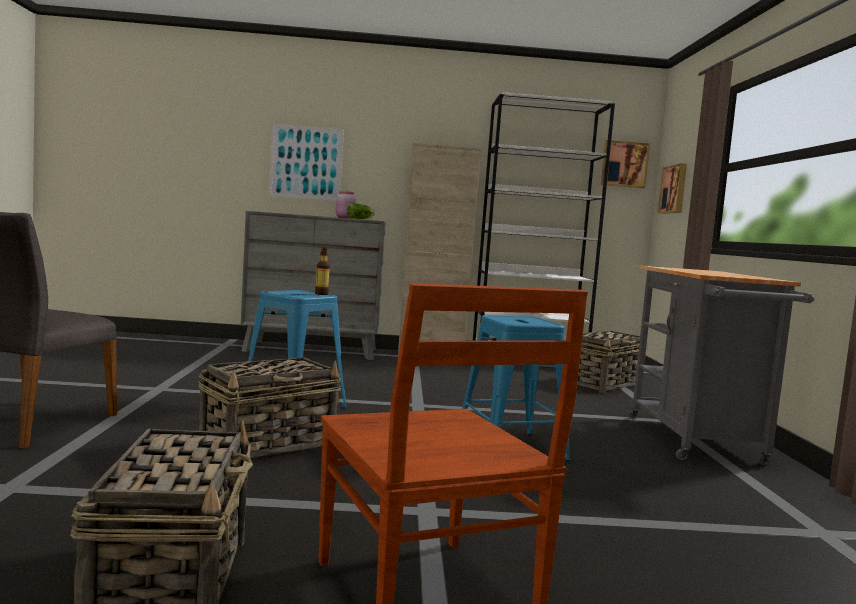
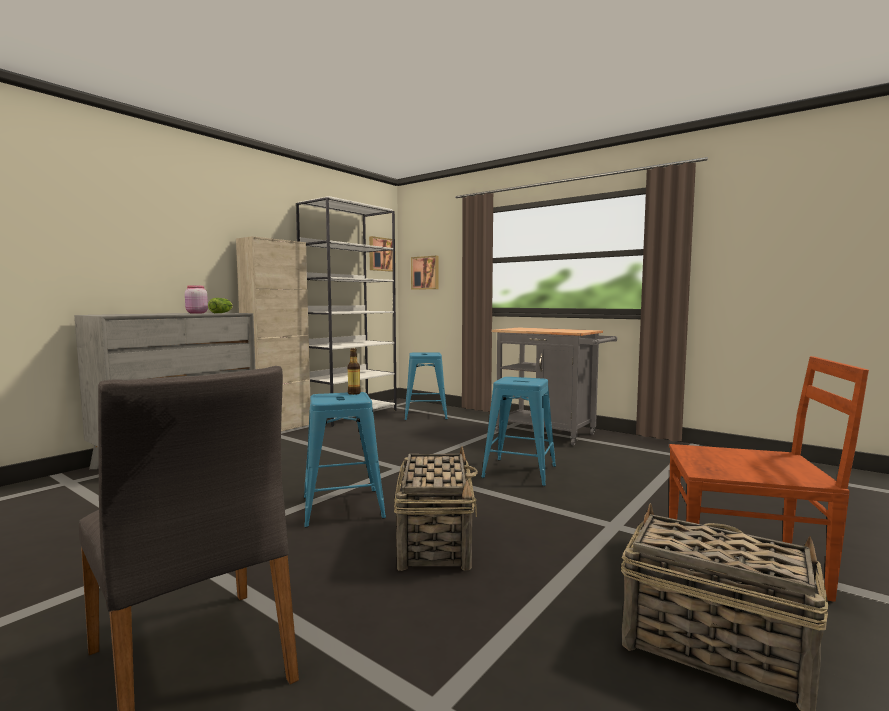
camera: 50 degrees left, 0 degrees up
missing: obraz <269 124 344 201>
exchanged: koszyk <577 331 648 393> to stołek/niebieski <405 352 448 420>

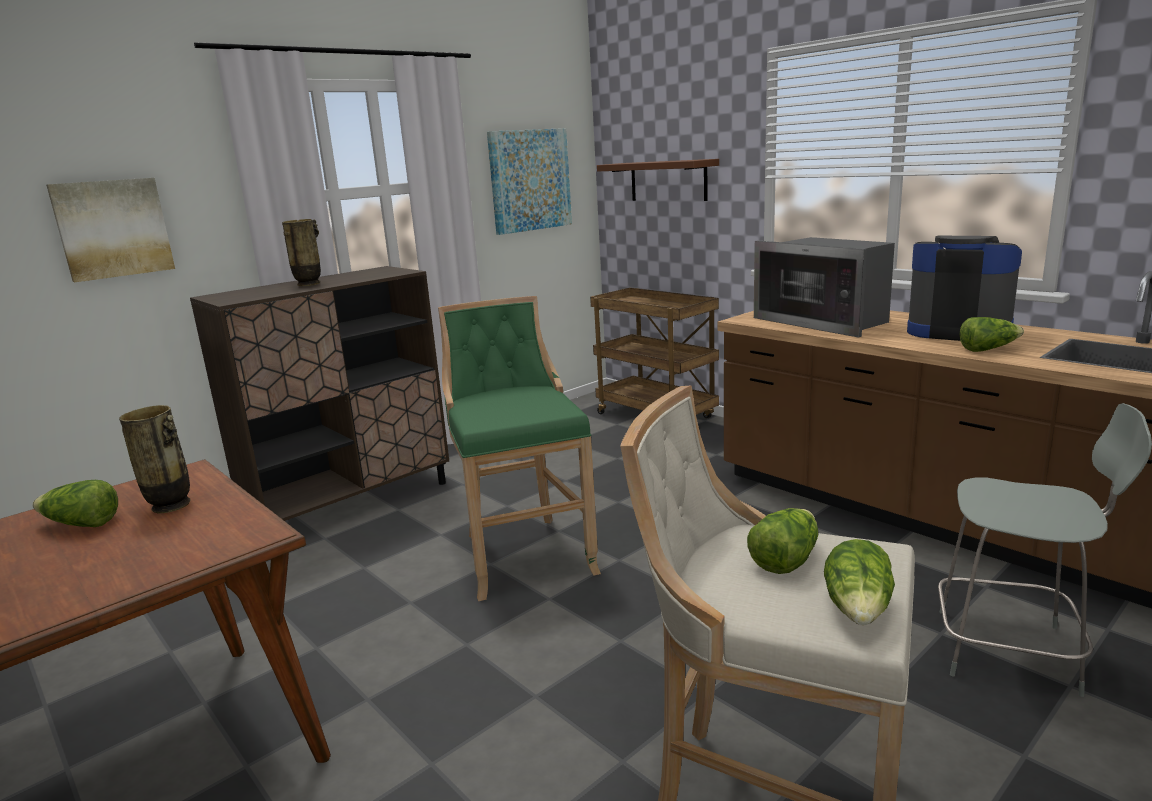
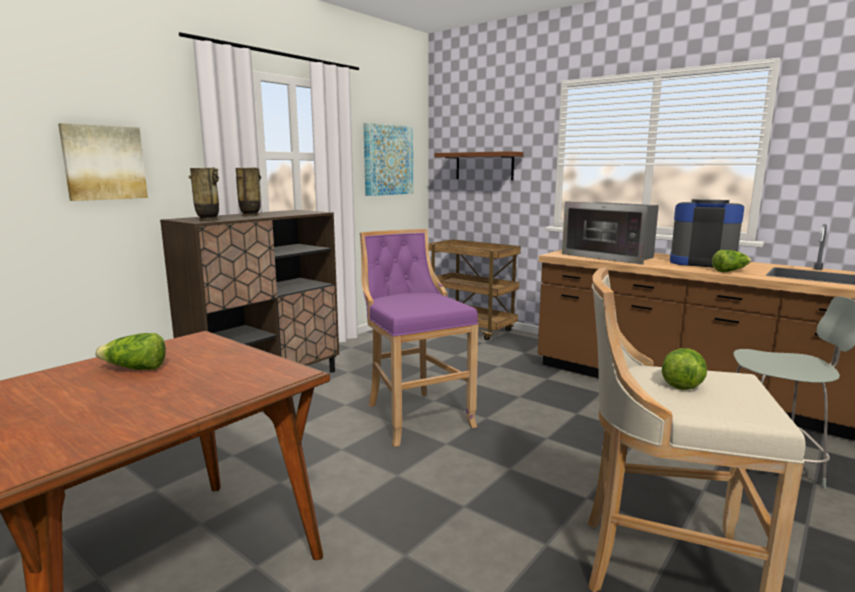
camera: 10 degrees left, 5 degrees down
missing: sałata <824 539 895 625>
relocated: wazon <119 405 191 513> to <189 168 219 221>
colour: stołek/zielony <438 296 601 601> to stołek/fioletowy <360 229 479 447>

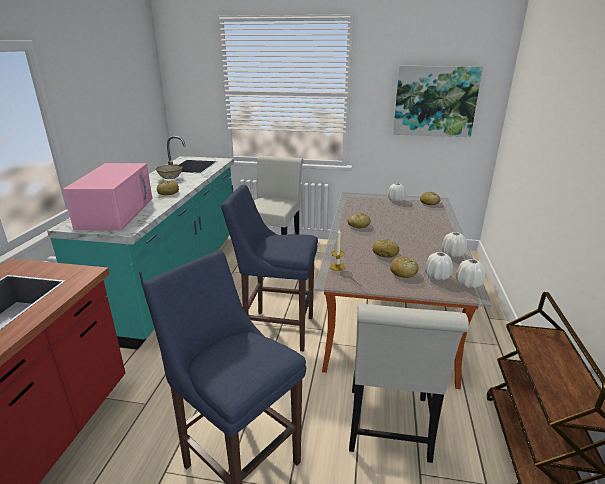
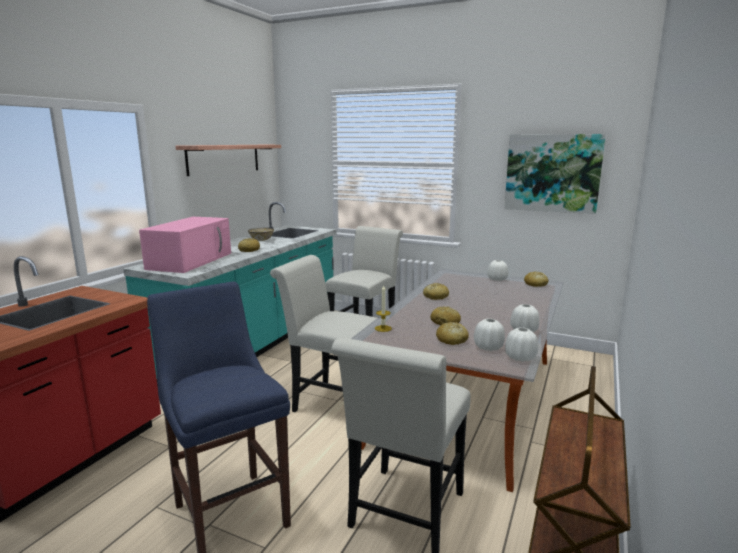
camera: 15 degrees right, 10 degrees down
appeared: półka <176 145 281 176>
exchanged: stołek/niebieski <221 185 318 352> to krzesło/biały <270 255 377 412>

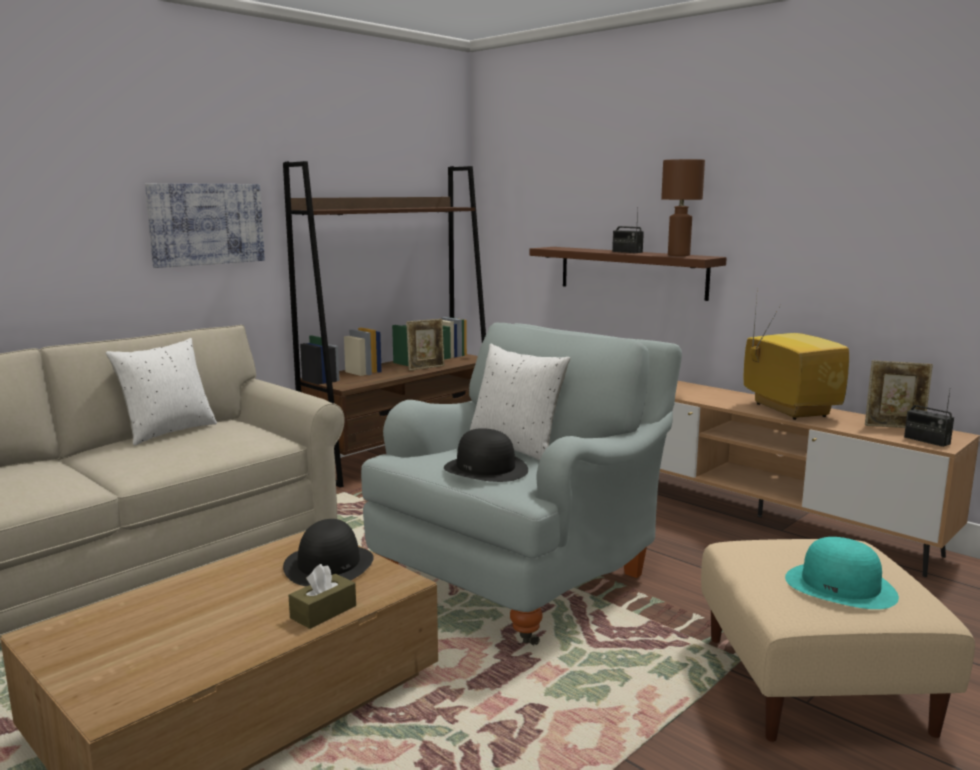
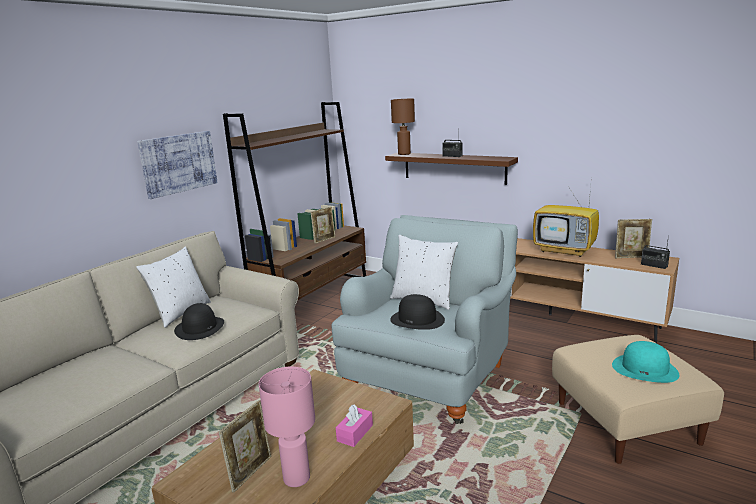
camera: 10 degrees left, 5 degrees up
appeared: lampa stołowa/różowy <259 367 315 487>; ramka na zdjęcie <219 400 271 493>
relocated: lampa stołowa/brązowy <661 159 705 256> to <391 99 415 155>; kapelusz/czarny <283 519 374 586> to <174 303 224 340>
colour: pudełko chusteczek/brązowy <288 564 356 629> to pudełko chusteczek/różowy <336 404 373 447>
spun: telewizor <744 286 849 420> = <533 183 599 257> 150 degrees clockwise

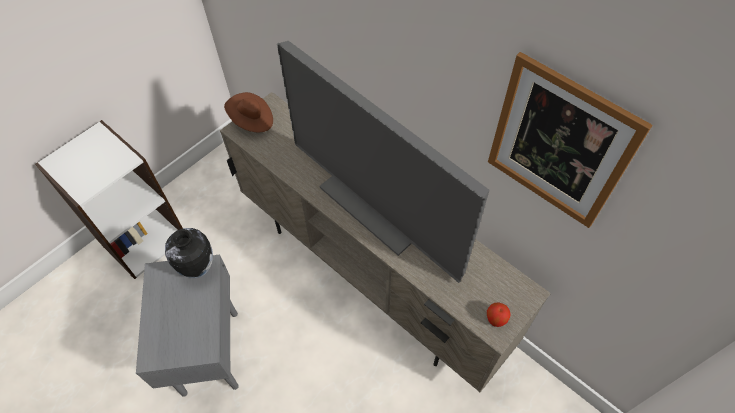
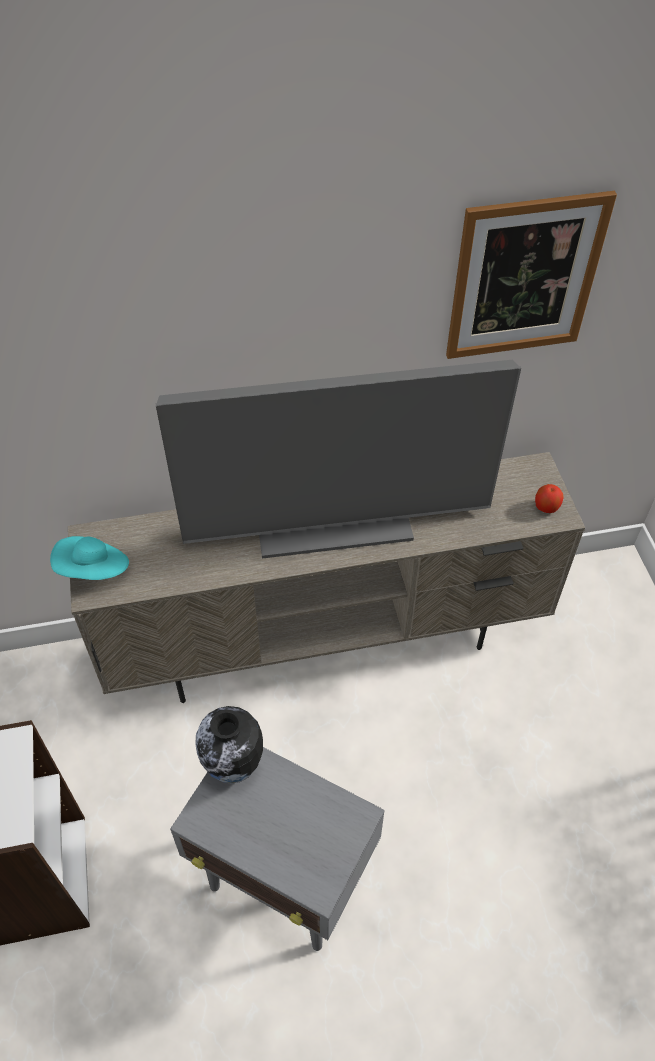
camera: 55 degrees left, 5 degrees down
colour: kapelusz/brązowy <224 92 273 132> to kapelusz/turkusowy <50 536 129 580>

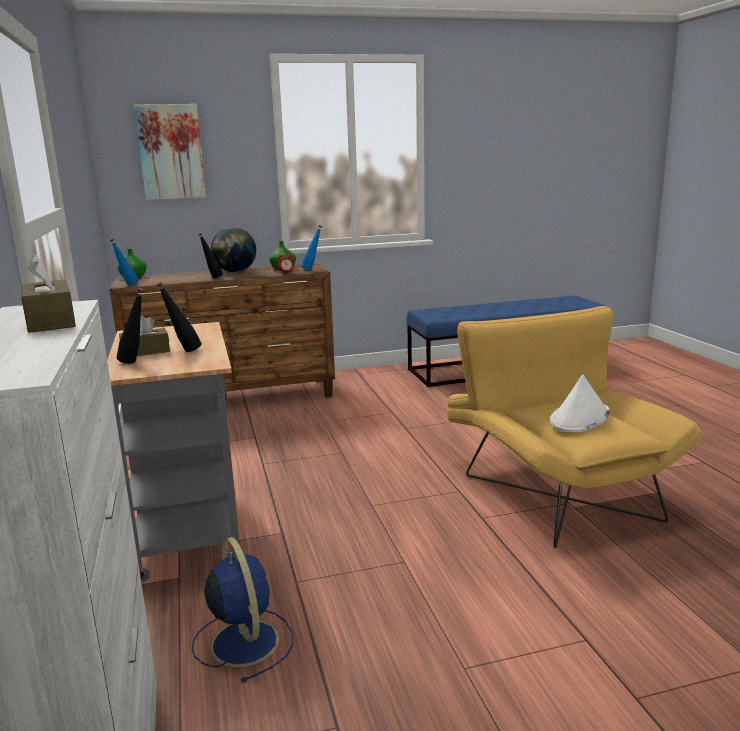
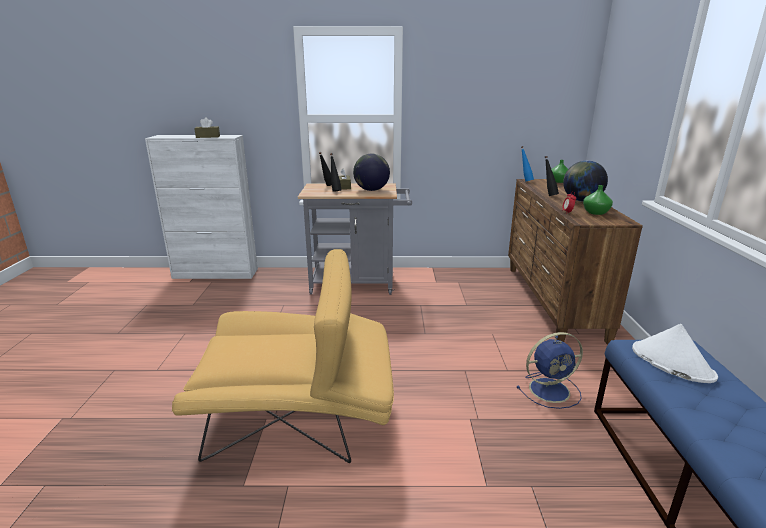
camera: 105 degrees right, 5 degrees up
missing: obraz <134 104 206 200>; butelka/niebieski <301 225 322 271>
appeared: globus <353 154 390 191>
relocated: kapelusz/biały <550 375 610 432> to <632 324 718 383>; wentylator/niebieski <192 537 293 683> to <517 332 583 409>

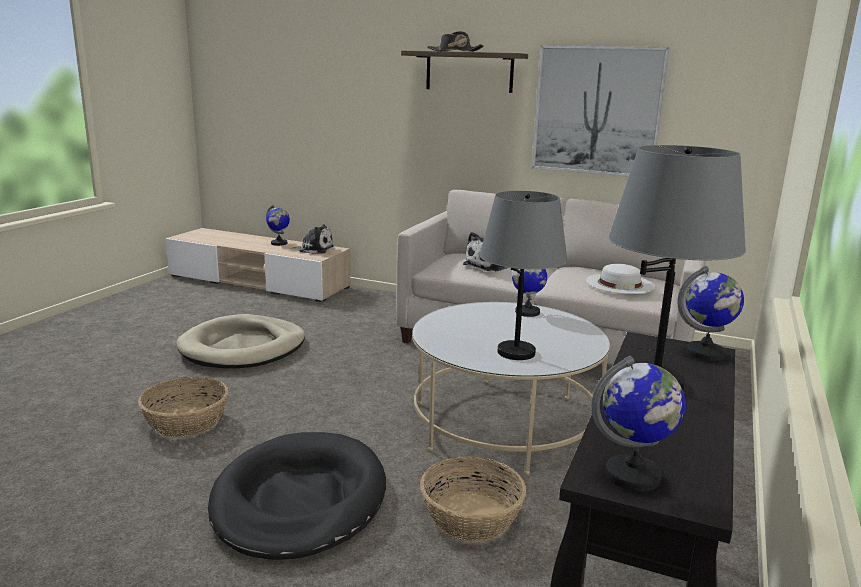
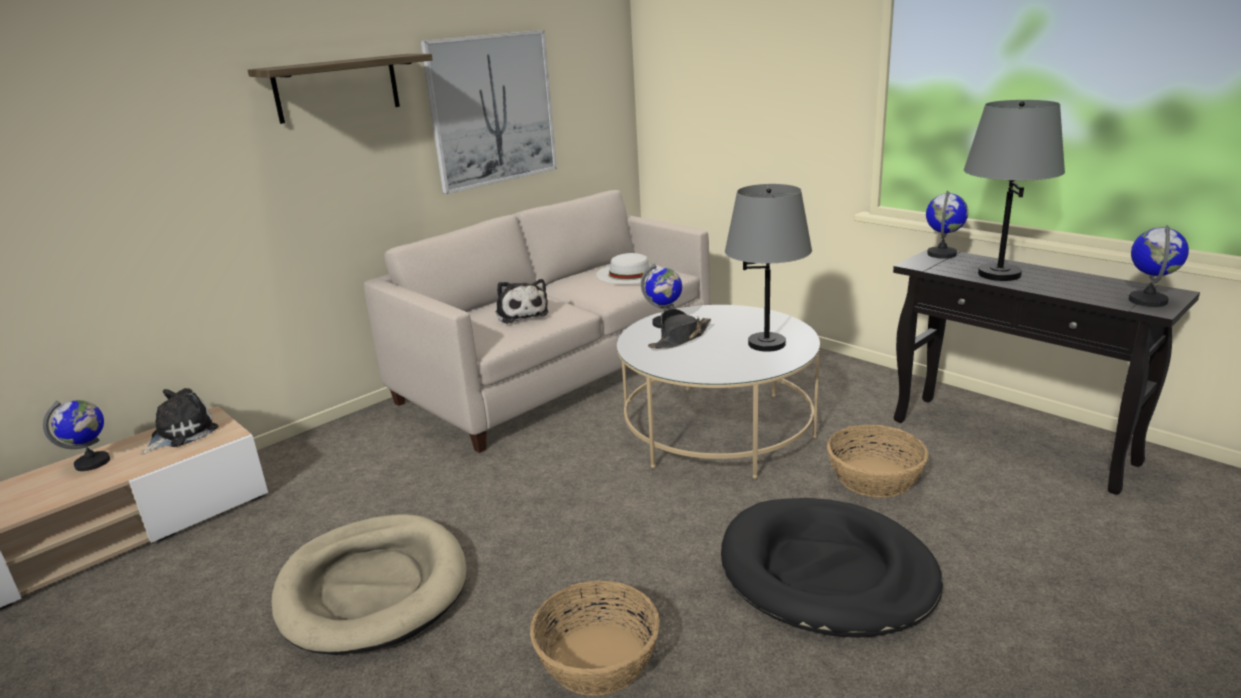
camera: 65 degrees left, 5 degrees up
relocated: kapelusz/czarny <428 31 484 52> to <648 309 711 348>

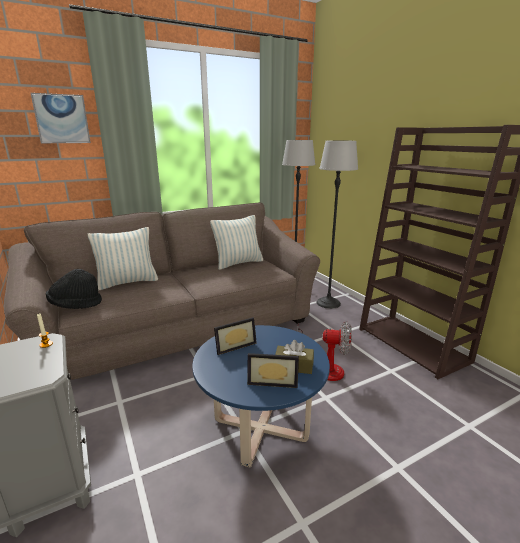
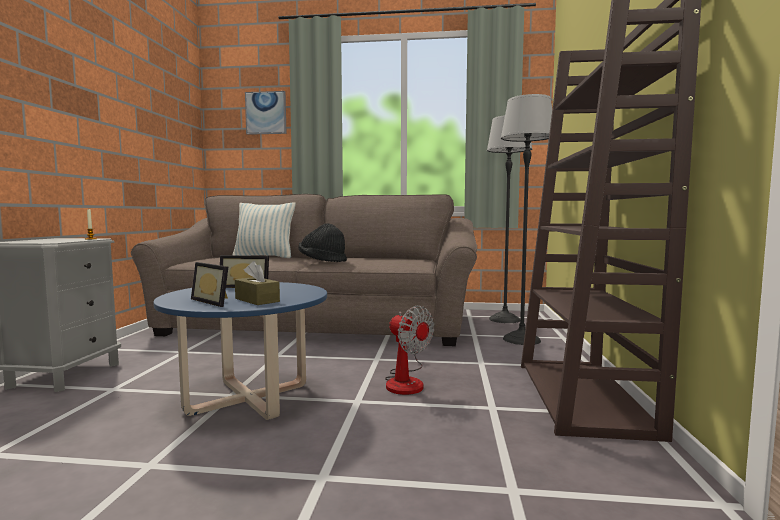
camera: 35 degrees right, 15 degrees down
missing: poduszka <210 215 263 270>
relocated: kapelusz/czarny <46 269 102 309> to <298 223 347 262>

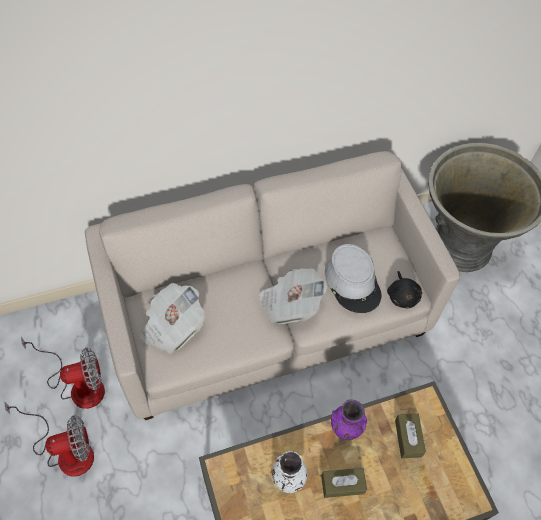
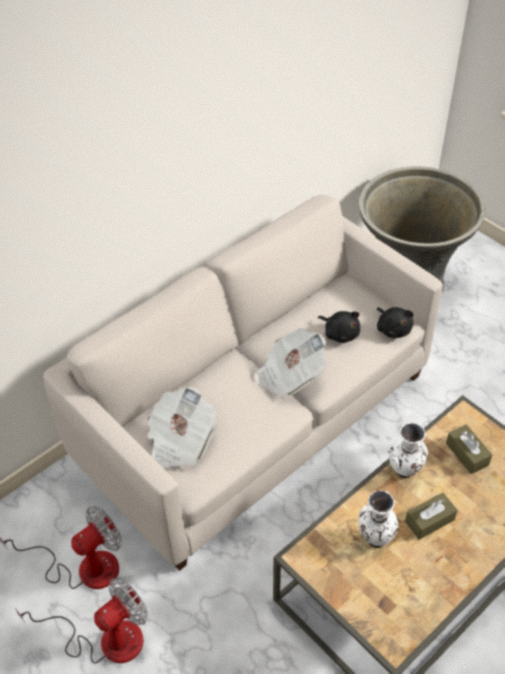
camera: 20 degrees left, 10 degrees down
exchanged: kapelusz/szary <325 244 382 313> to pluszak/czarny <318 311 360 343>
colour: wazon/fioletowy <331 399 367 440> to wazon/biały <388 423 428 478>

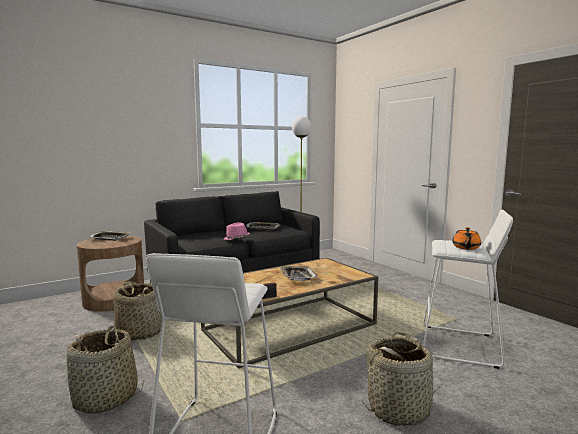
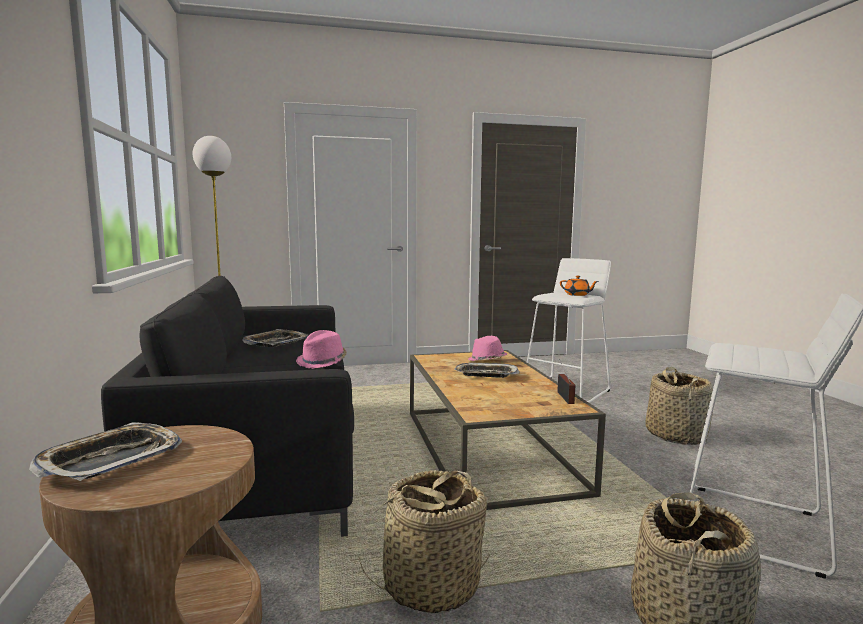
camera: 70 degrees left, 0 degrees up
appeared: kapelusz/różowy <468 336 507 361>

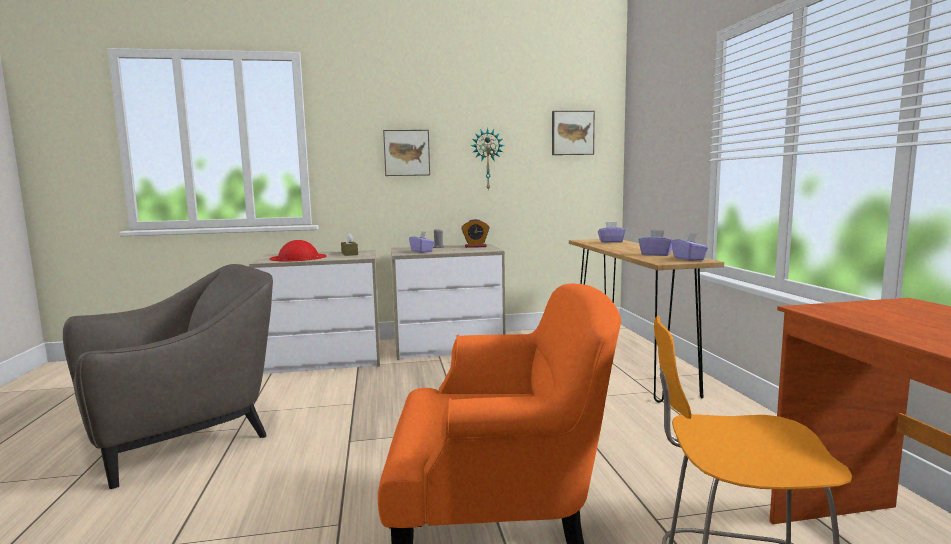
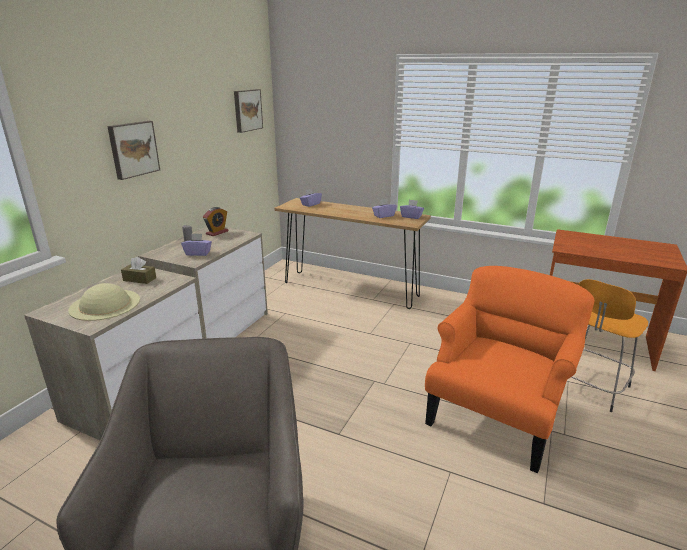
camera: 55 degrees left, 15 degrees up
missing: zegar ścienny <471 128 505 191>
colour: kapelusz/czerwony <270 240 326 261> to kapelusz/beżowy <68 283 140 321>

